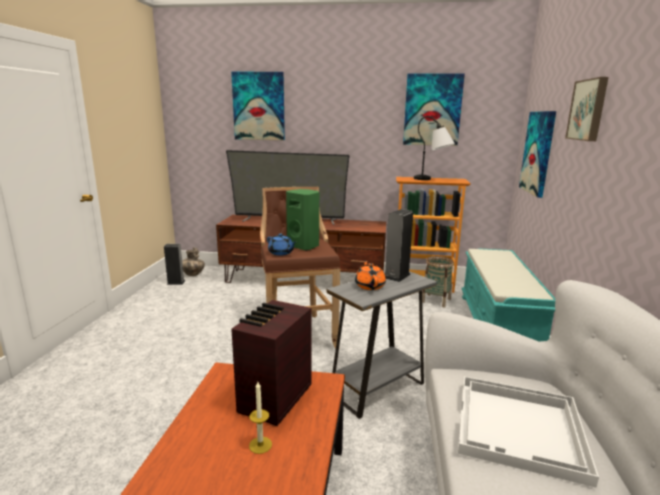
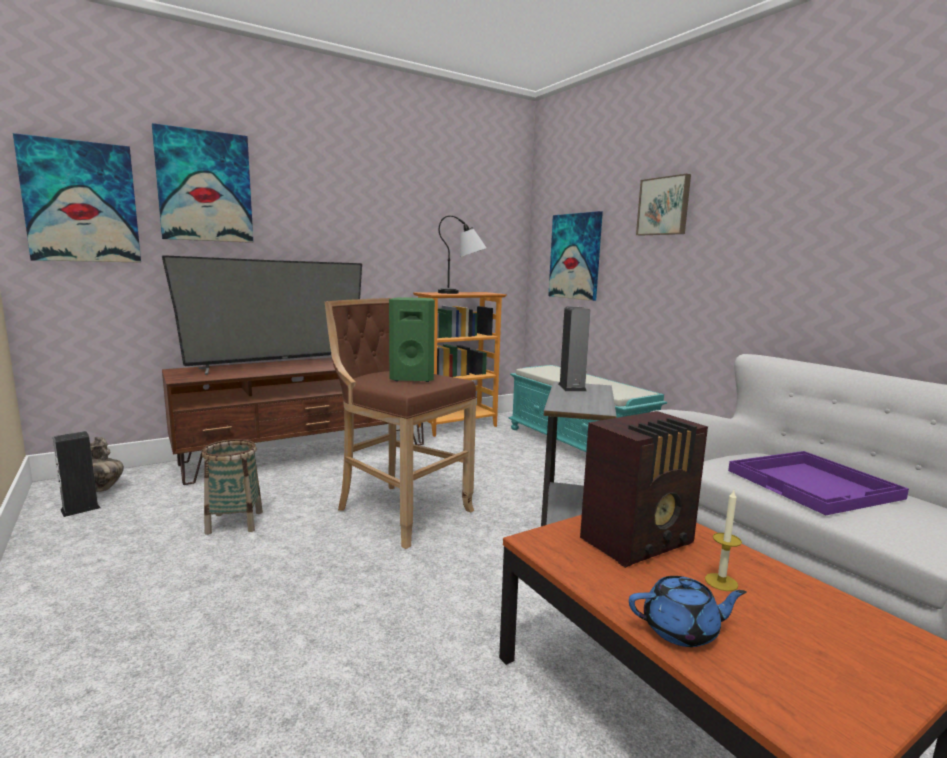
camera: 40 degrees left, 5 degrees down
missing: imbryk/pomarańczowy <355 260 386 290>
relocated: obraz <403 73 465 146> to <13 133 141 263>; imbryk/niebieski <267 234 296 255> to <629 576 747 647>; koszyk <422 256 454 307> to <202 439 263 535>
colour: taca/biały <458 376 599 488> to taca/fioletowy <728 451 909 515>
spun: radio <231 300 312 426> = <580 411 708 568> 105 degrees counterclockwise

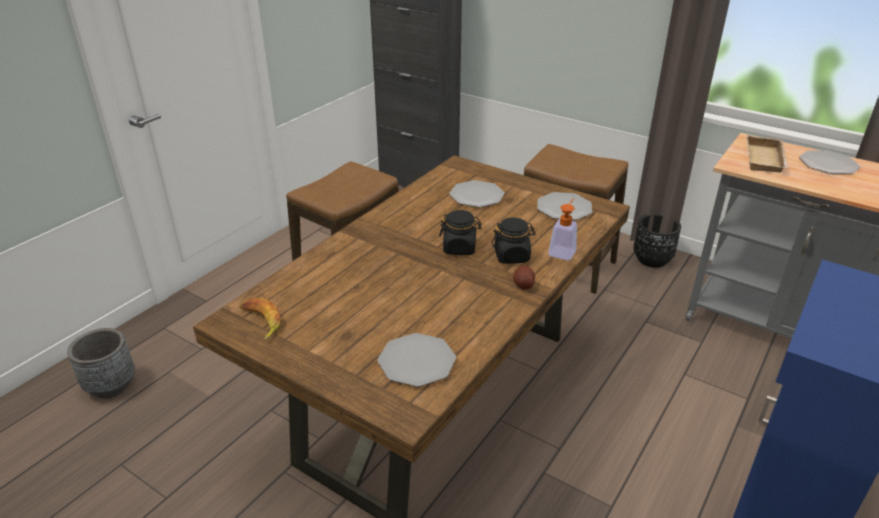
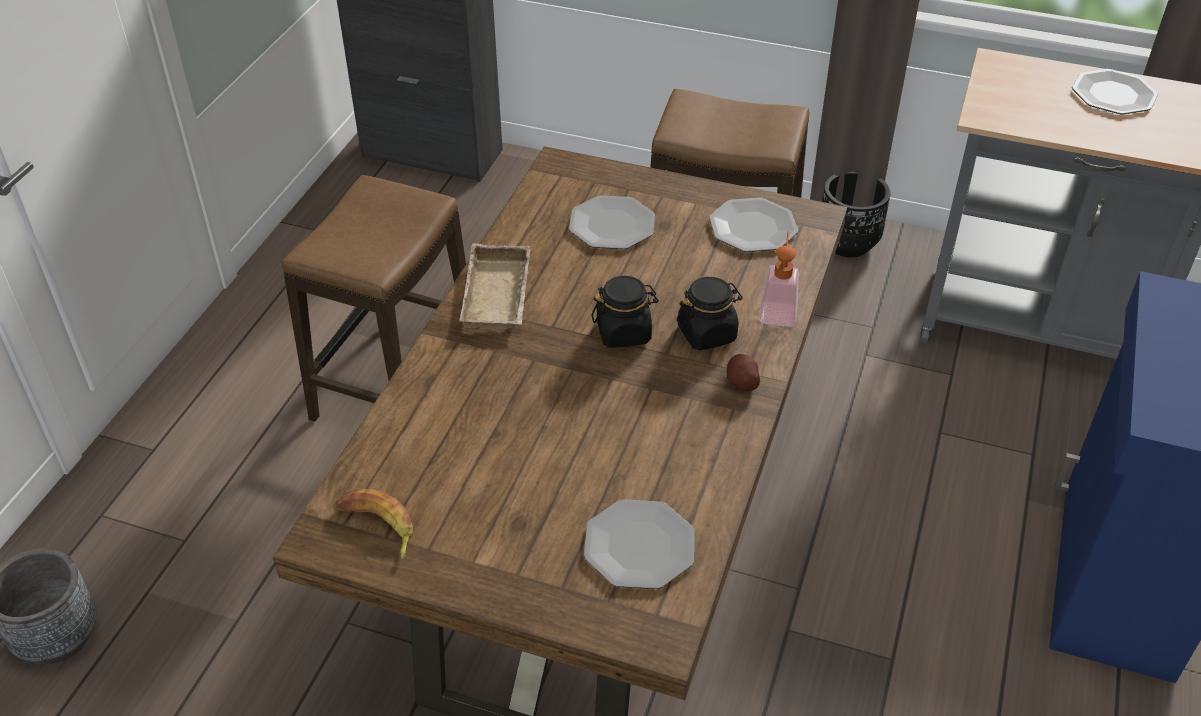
camera: 15 degrees left, 10 degrees up
relocated: taca/beżowy <747 134 789 172> to <459 243 531 330>

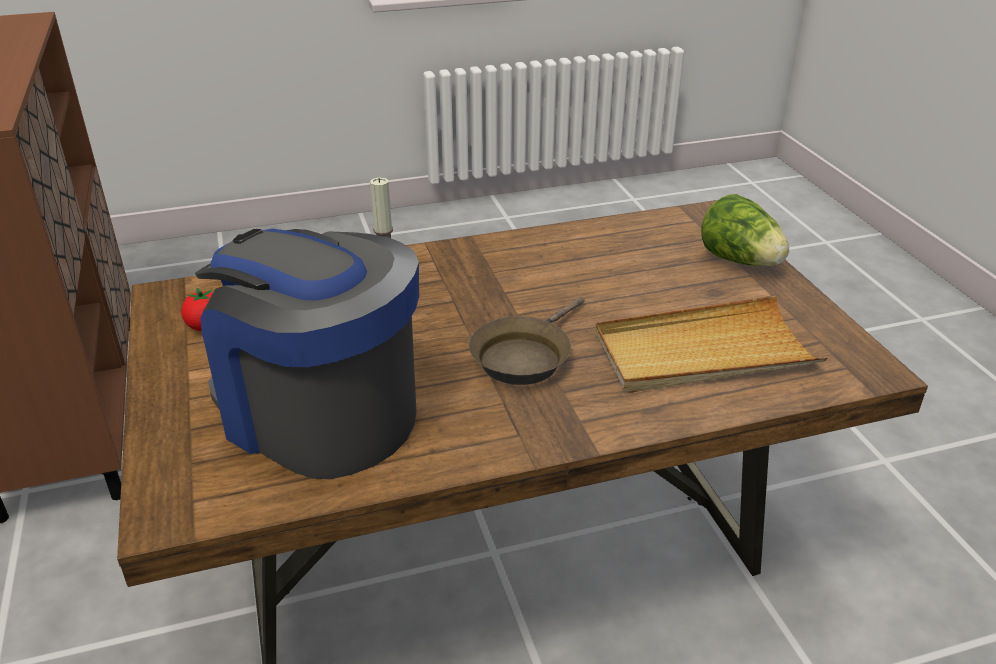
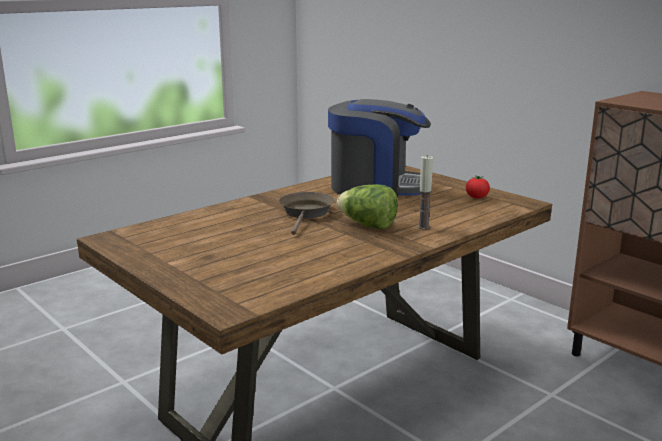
camera: 155 degrees right, 15 degrees down
missing: taca/beżowy <595 296 828 393>
relocated: sałata <701 194 789 266> to <337 184 398 230>

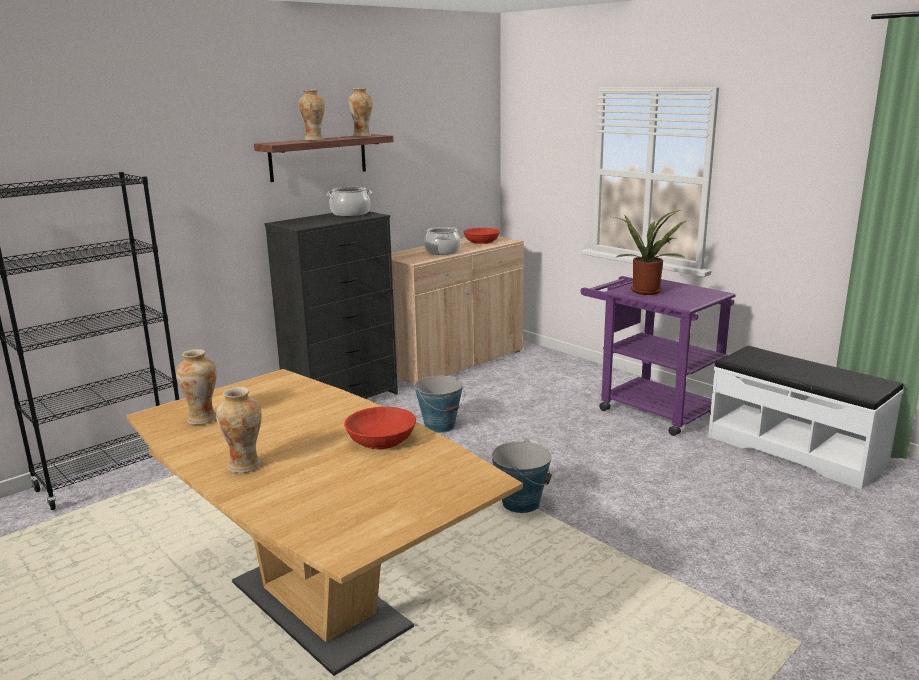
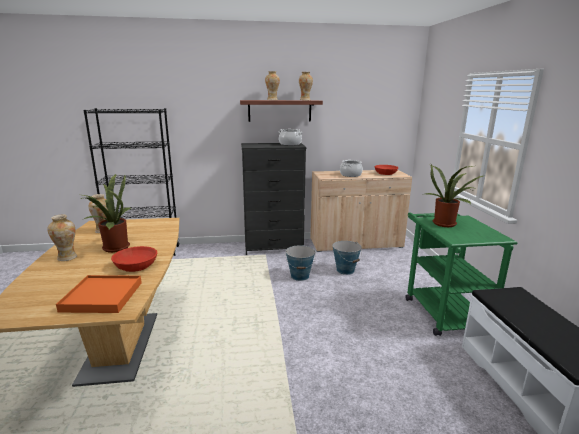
camera: 35 degrees right, 0 degrees up
appeared: roślina doniczkowa <81 173 131 253>; taca/pomarańczowy <56 275 142 313>
relocated: wiadro <491 439 552 513> to <333 241 362 275>
colour: wózek/fioletowy <581 276 735 436> to wózek/zielony <405 213 517 336>

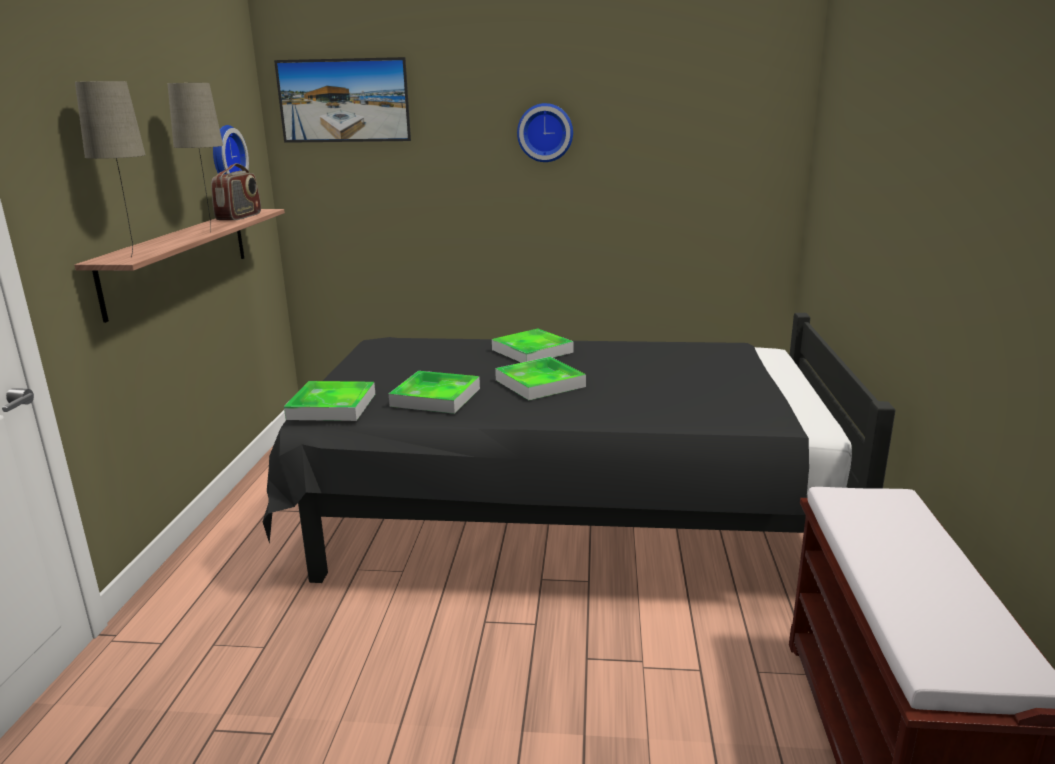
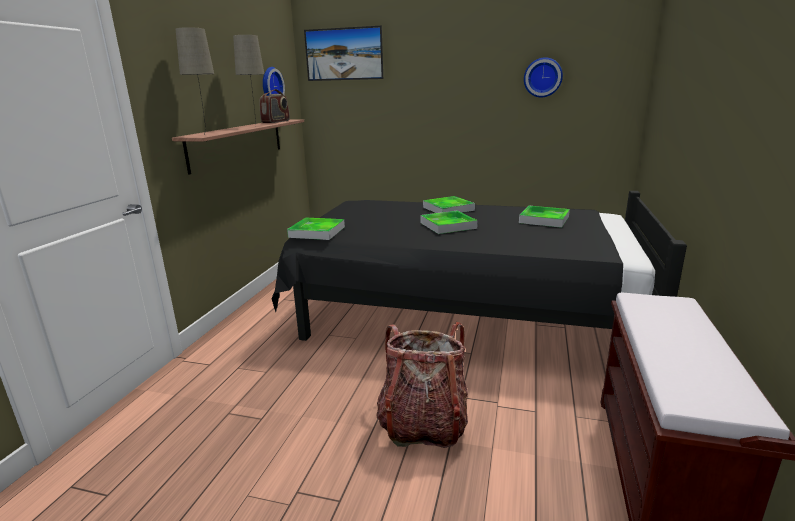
camera: 10 degrees right, 0 degrees up
appeared: plecak <376 322 468 448>
relocated: zegar ścienny <517 103 573 162> to <524 57 563 97>; taca <389 371 480 414> to <519 206 570 228>

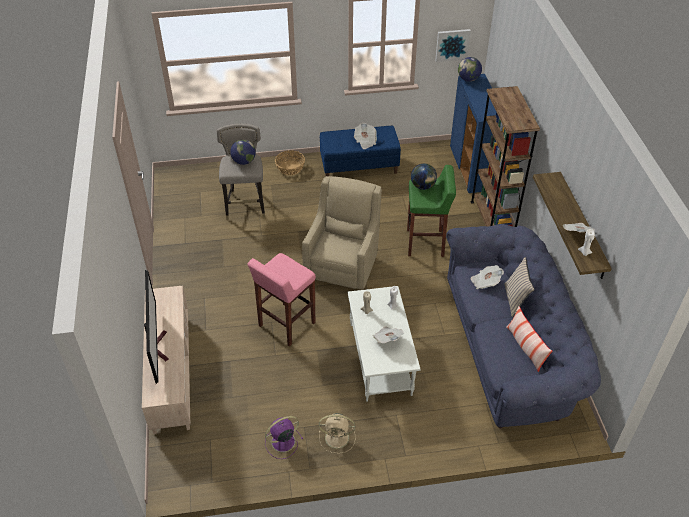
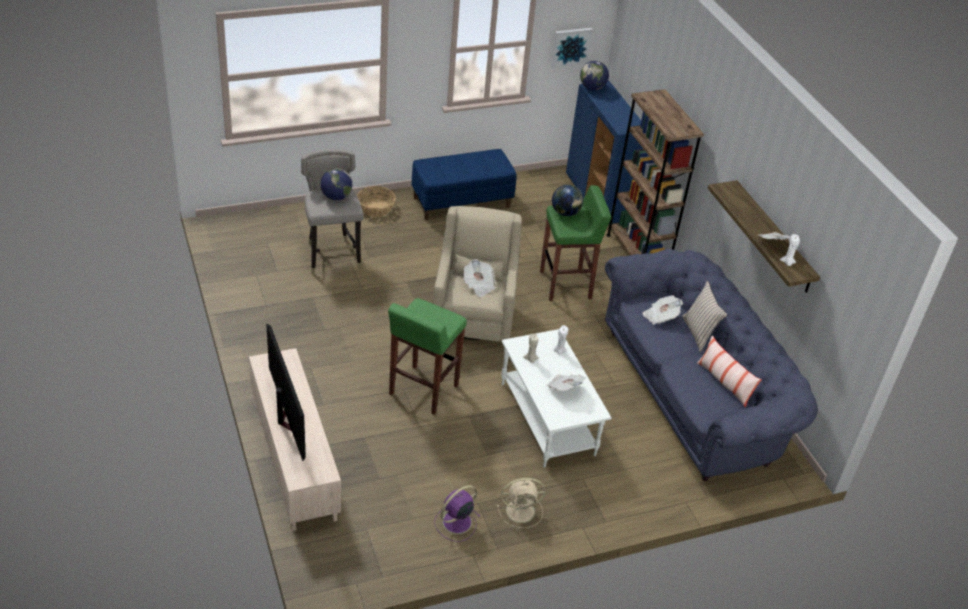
camera: 15 degrees left, 5 degrees down
relocated: gazeta <354 123 377 149> to <464 259 496 297>
colour: stołek/różowy <248 253 316 347> to stołek/zielony <388 298 467 415>

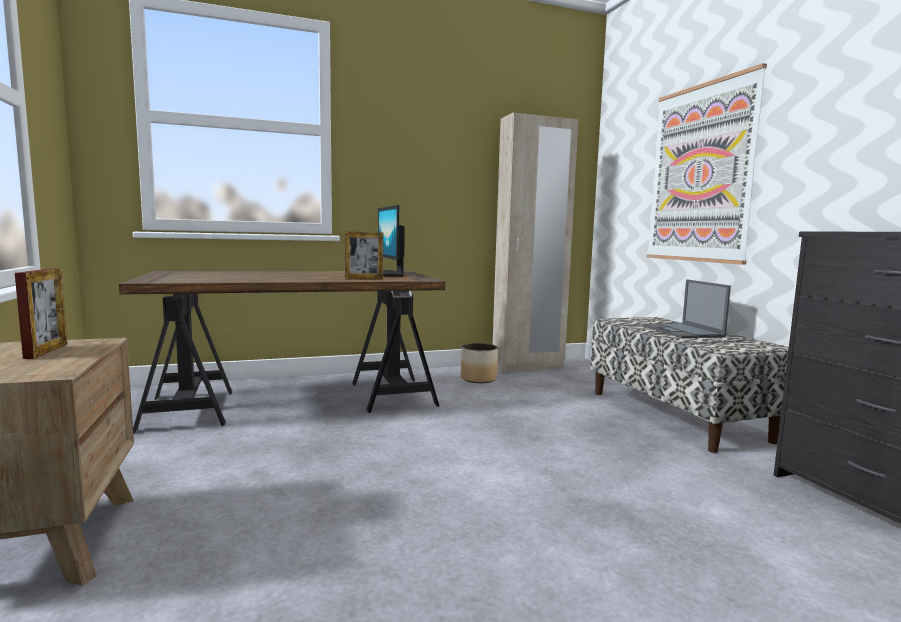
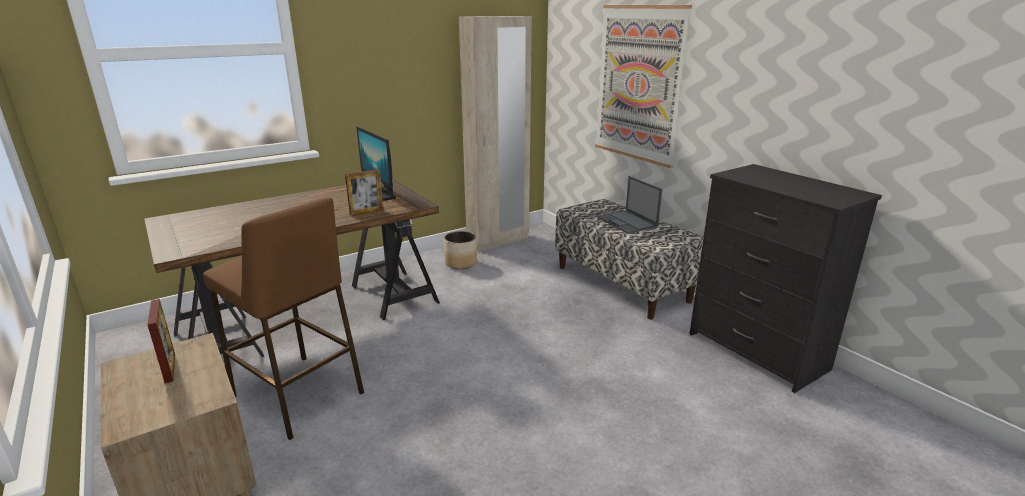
camera: 15 degrees left, 15 degrees up
appeared: stołek/brązowy <203 197 364 440>

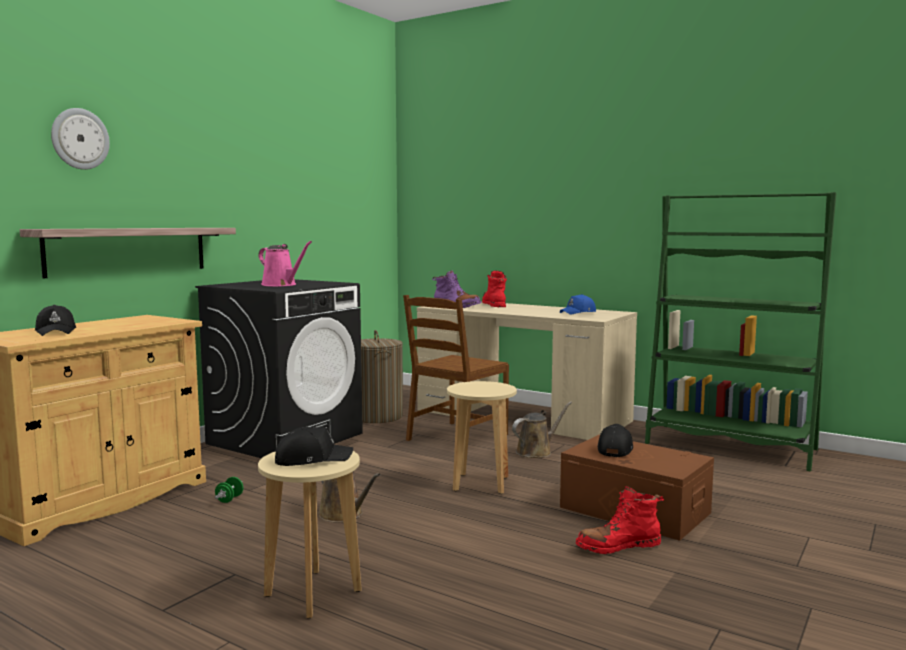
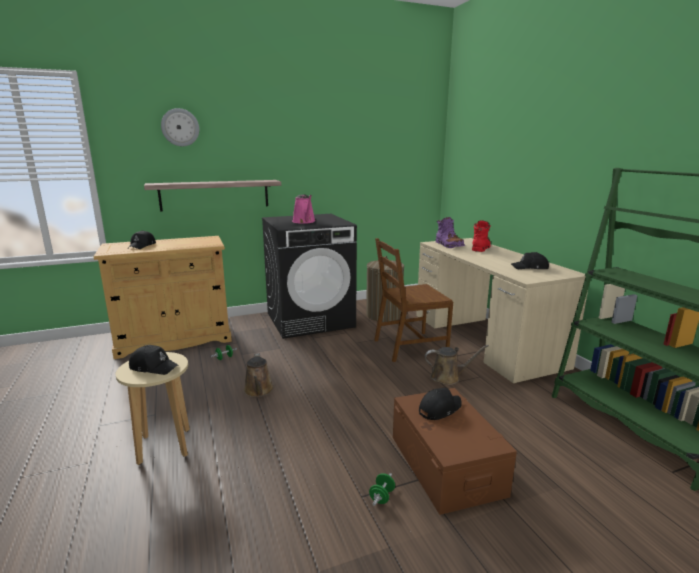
camera: 35 degrees right, 10 degrees up
missing: stołek/beżowy <447 381 517 494>
exchanged: but z cholewką/czerwony <576 486 664 554> to hantel/zielony <369 473 395 506>
colour: czapka z daszkiem/niebieski <560 294 596 315> to czapka z daszkiem/czarny <511 252 549 269>

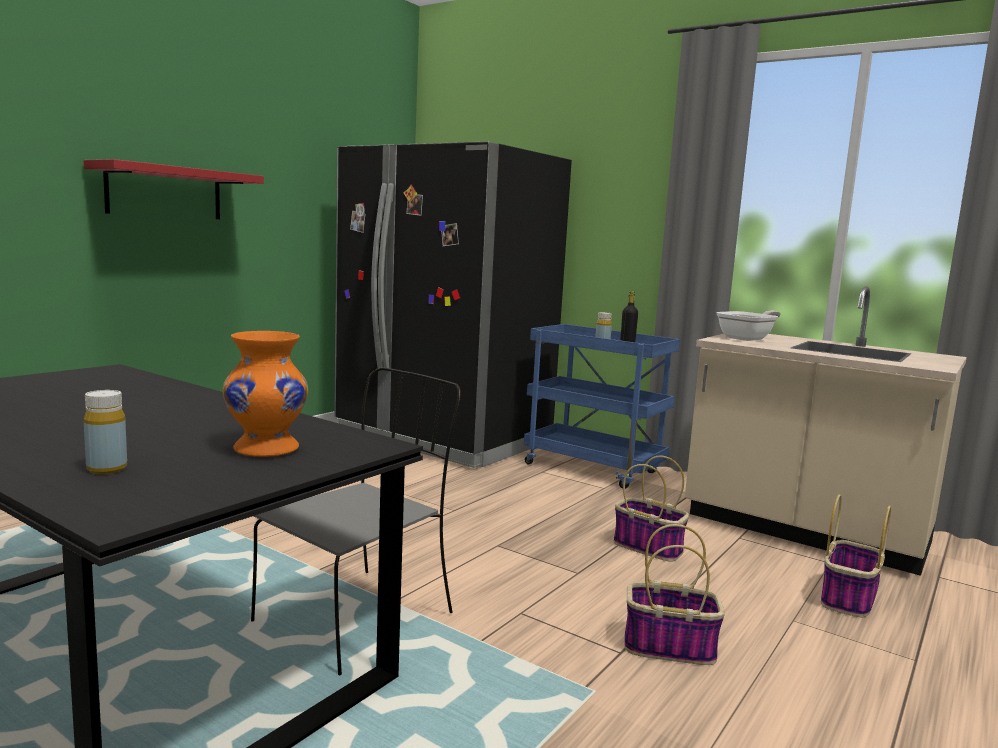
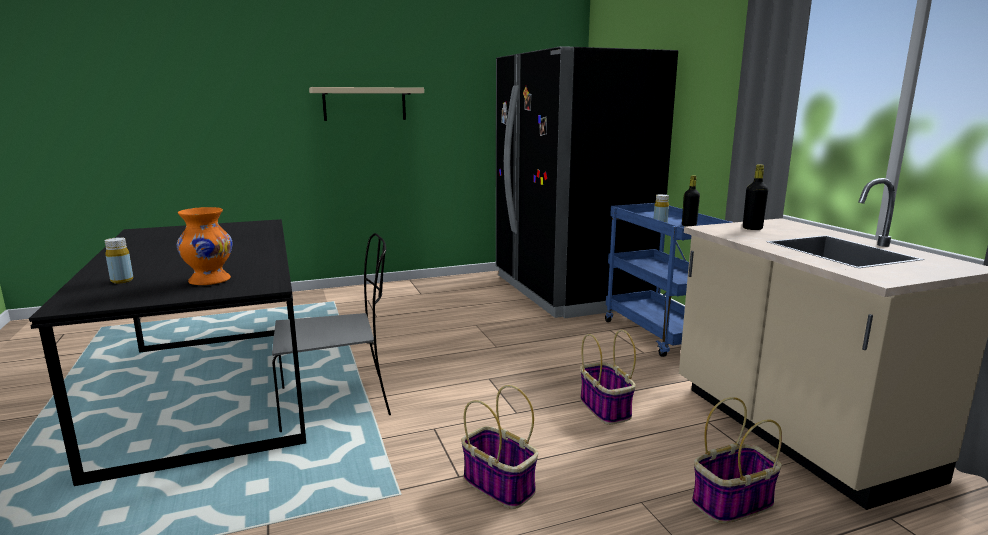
camera: 35 degrees right, 5 degrees up
exchanged: patelnia <716 311 781 341> to butelka/czarny <743 164 768 230>
colour: półka/czerwony <83 159 264 219> to półka/beżowy <309 87 424 121>

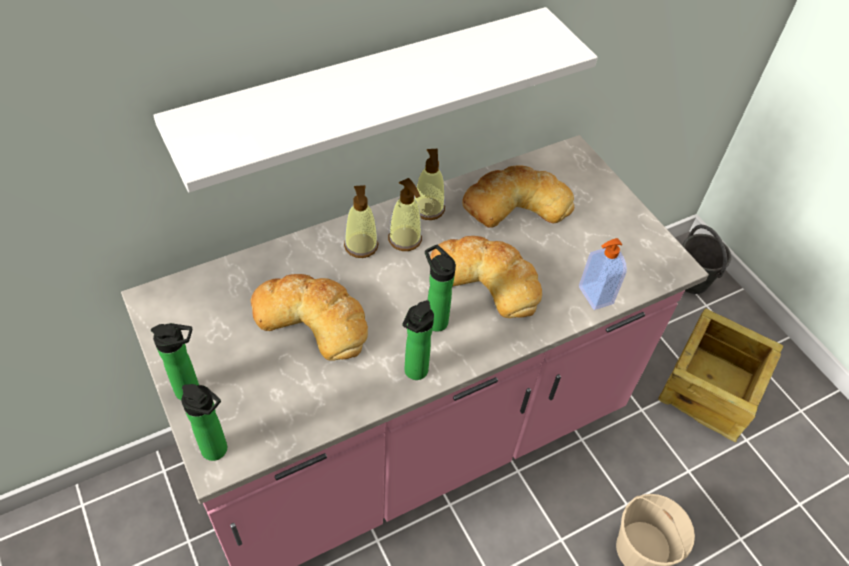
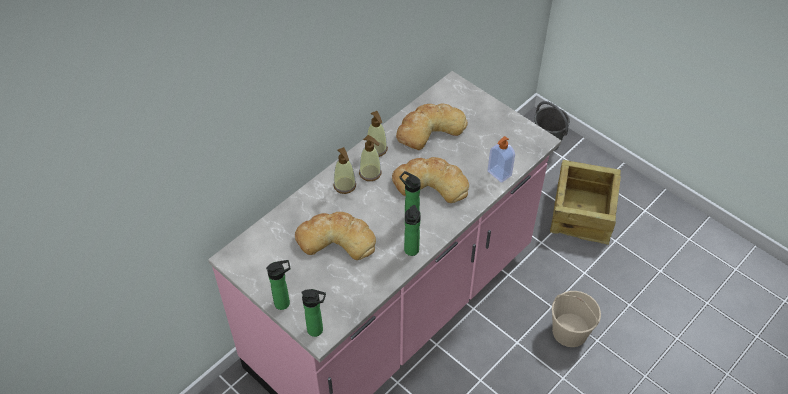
camera: 15 degrees left, 0 degrees up
missing: półka/biały <153 7 598 193>

